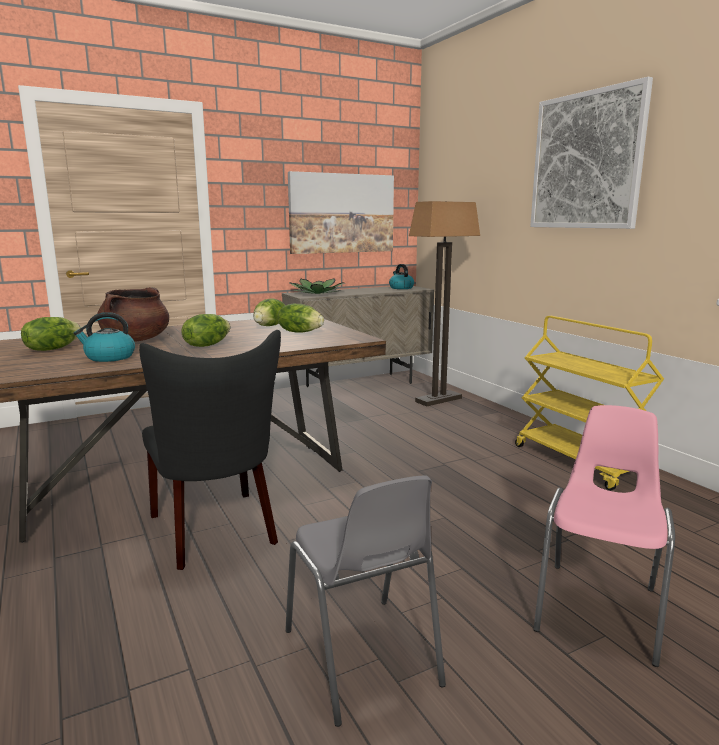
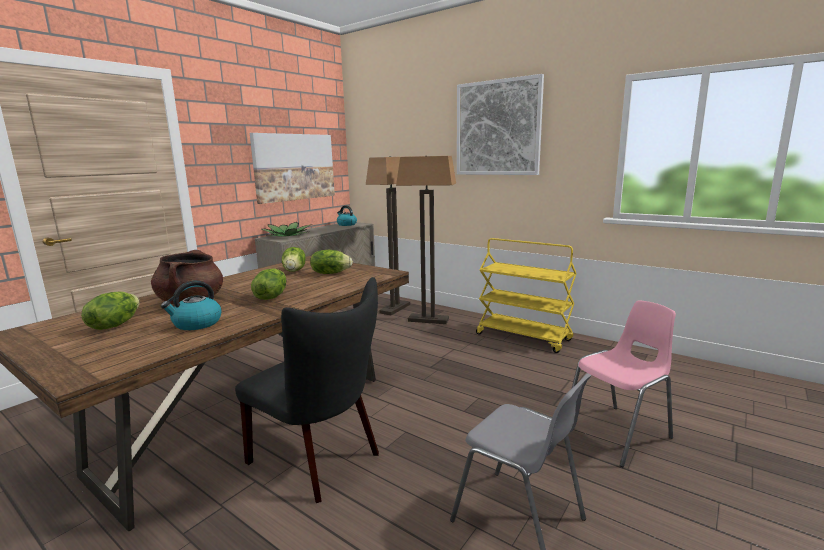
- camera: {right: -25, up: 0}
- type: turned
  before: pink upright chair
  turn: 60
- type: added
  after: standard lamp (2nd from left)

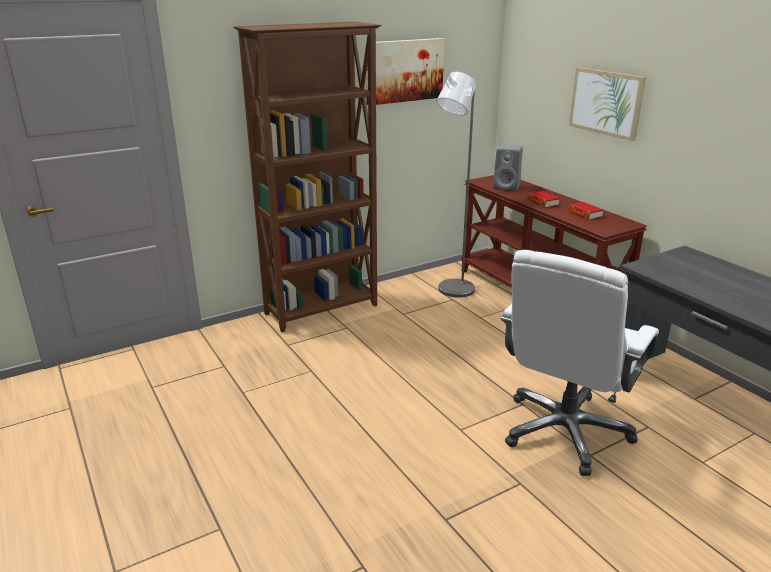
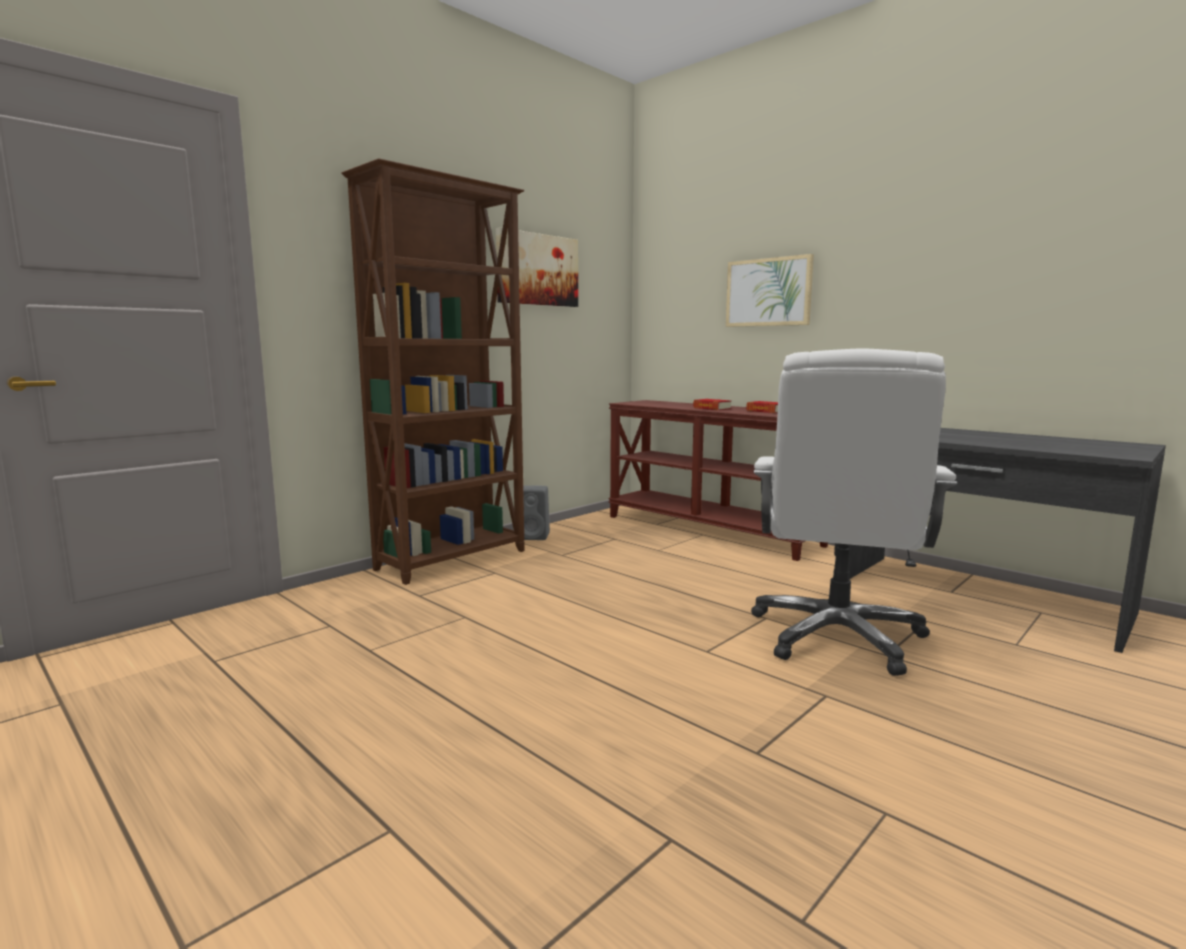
- camera: {right: -15, up: -15}
- type: removed
  before: grey standard lamp
- type: moved
  before: grey speaker

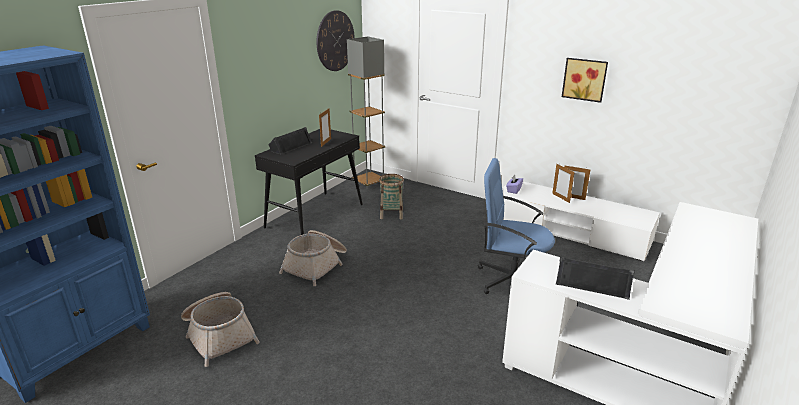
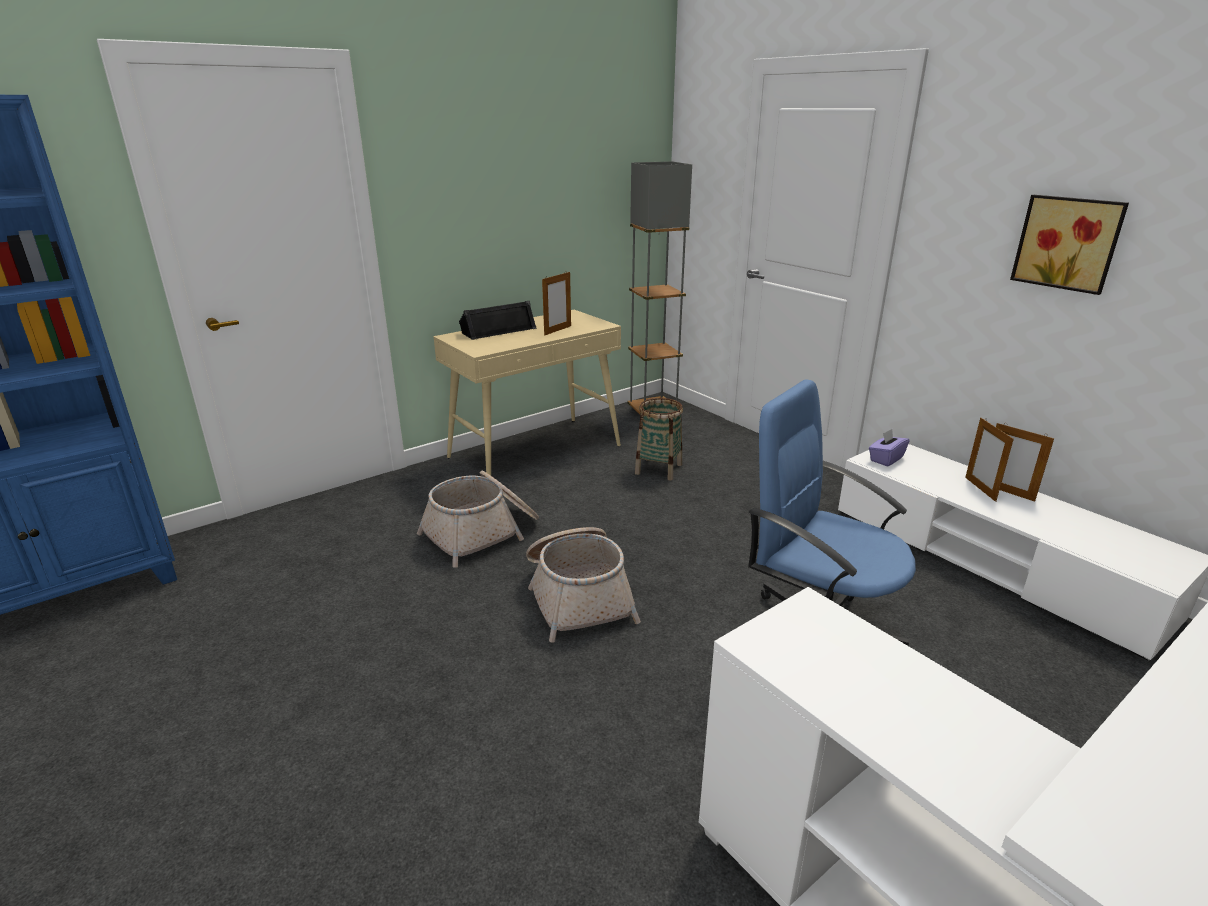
- camera: {right: 20, up: 0}
- type: moved
  before: storage basket (1st from left in the first image)
  after: storage basket (2nd from left)
- type: recoloured
  before: blackish narrow table
  after: beige-coloured narrow table
- type: removed
  before: hanging clock
- type: removed
  before: blackish speaker (2nd from left)

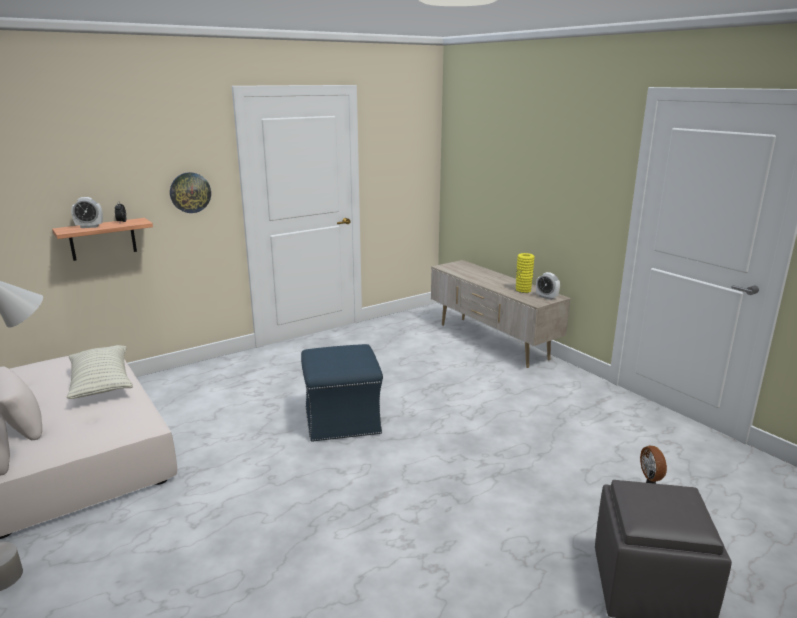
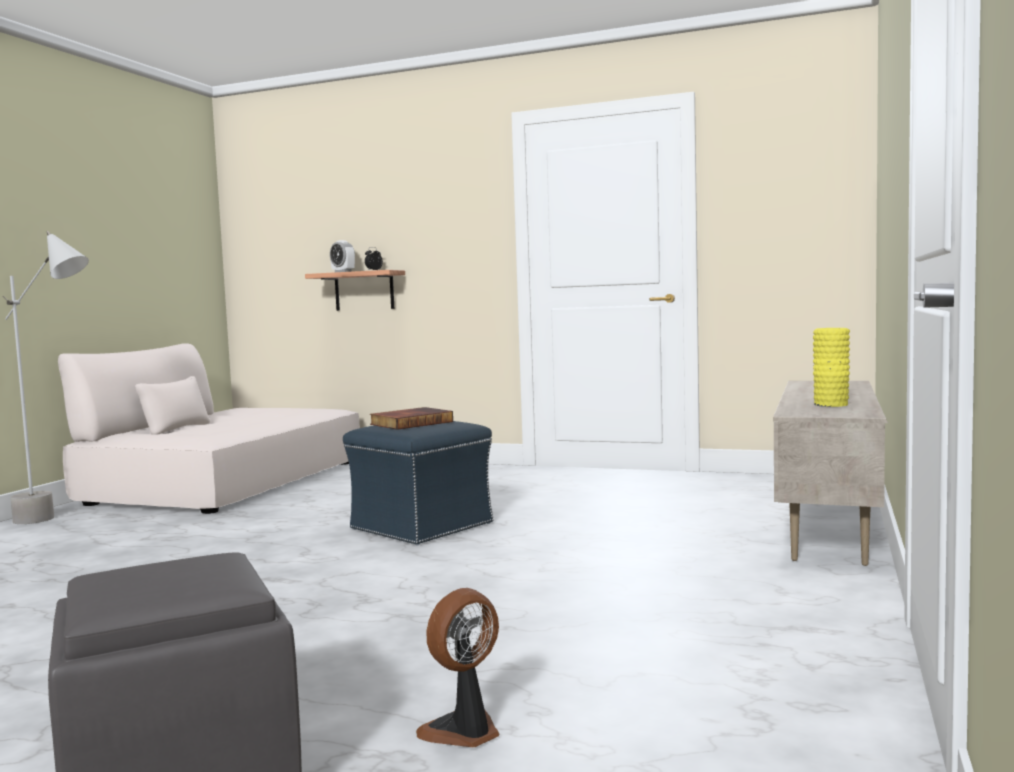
- camera: {right: 55, up: -15}
- type: removed
  before: throw pillow
- type: removed
  before: hanging clock
- type: removed
  before: table clock (3rd from left)
- type: added
  after: book

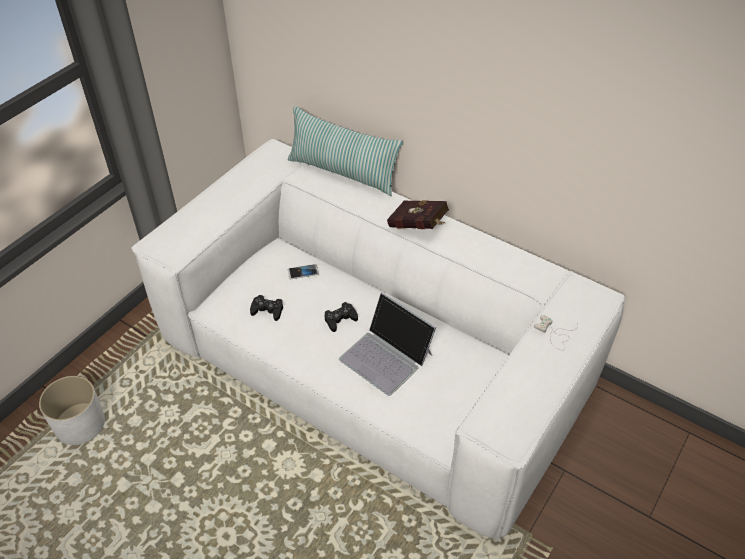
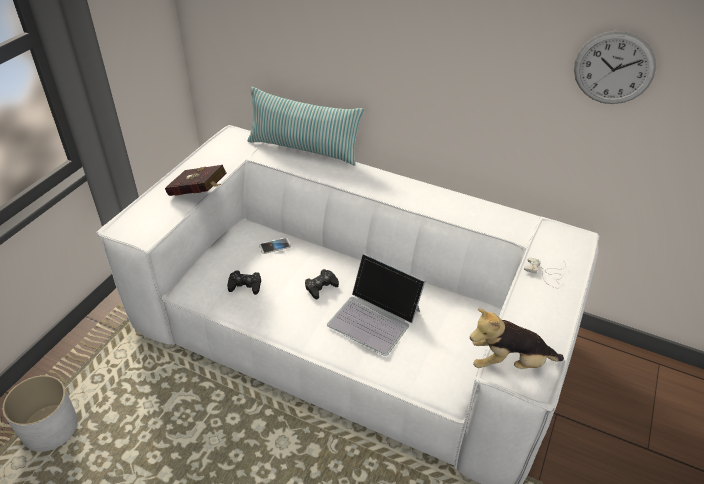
- camera: {right: -10, up: -5}
- type: moved
  before: red book
- type: added
  after: cuddly toy
- type: added
  after: hanging clock

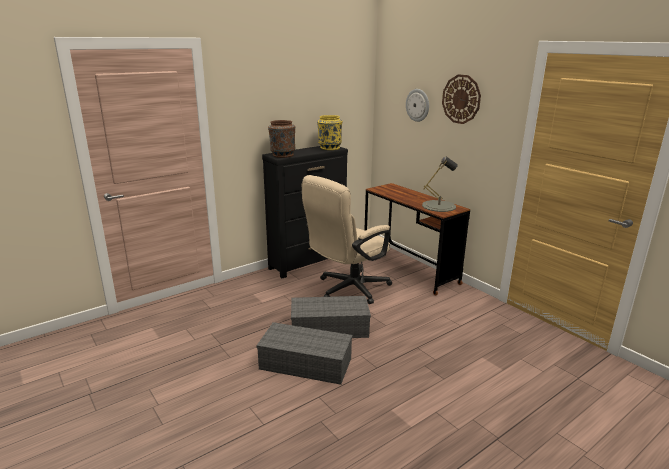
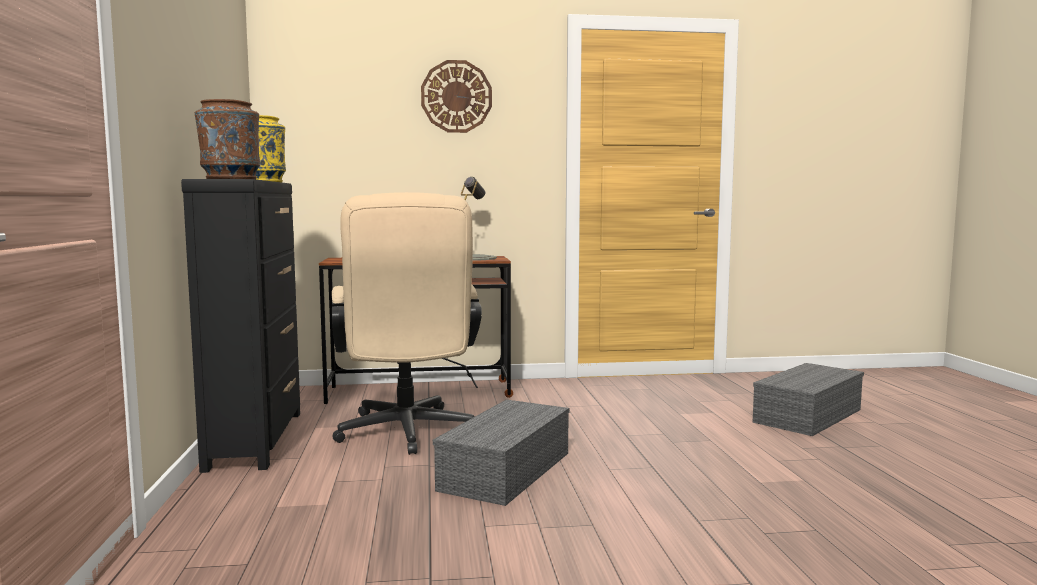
- camera: {right: -60, up: -15}
- type: moved
  before: grey storage box (1st from left in the first image)
  after: grey storage box (2nd from left)
- type: removed
  before: hanging clock (1st from left)

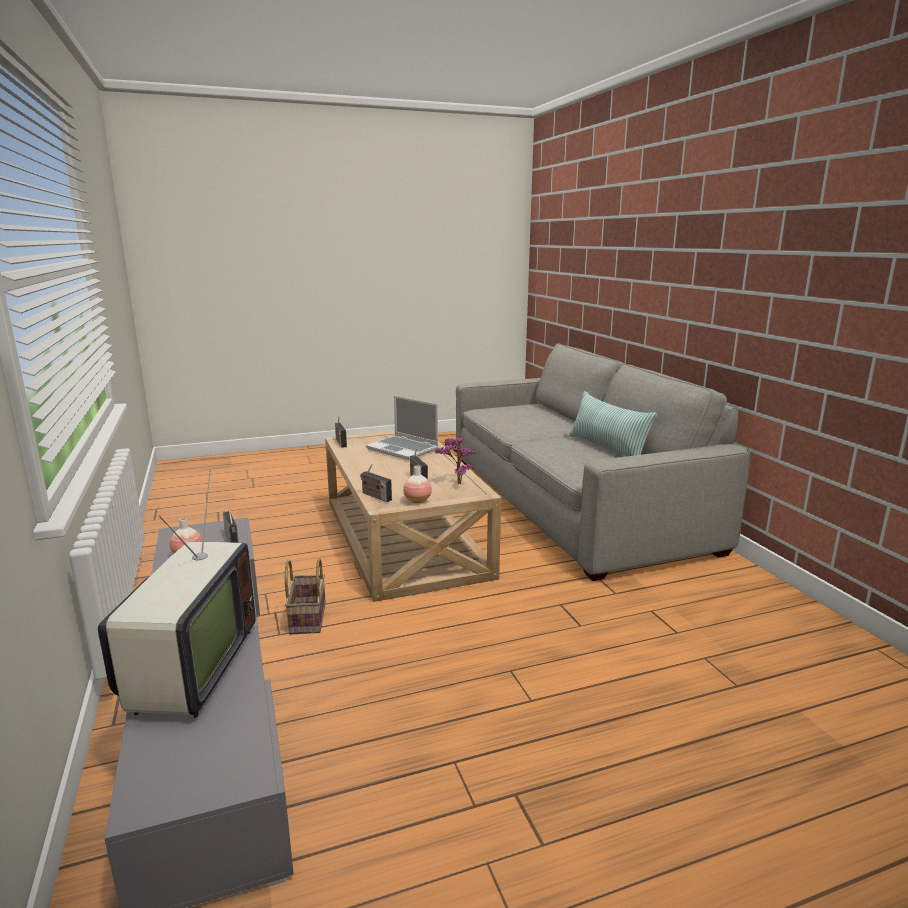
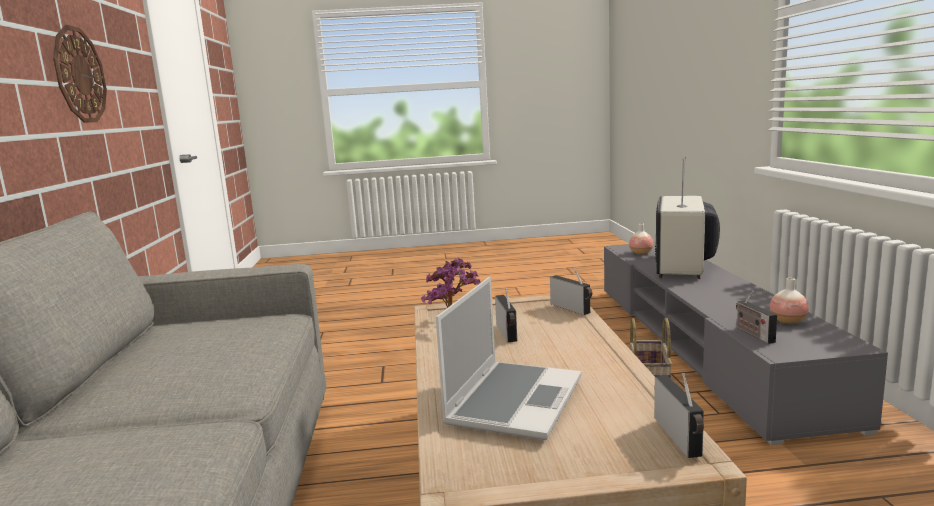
- camera: {right: -165, up: -5}
- type: turned
  before: portable computer
  turn: 60
- type: moved
  before: decorative vase (2nd from left in the first image)
  after: decorative vase (1st from left)
- type: removed
  before: throw pillow
- type: added
  after: hanging clock

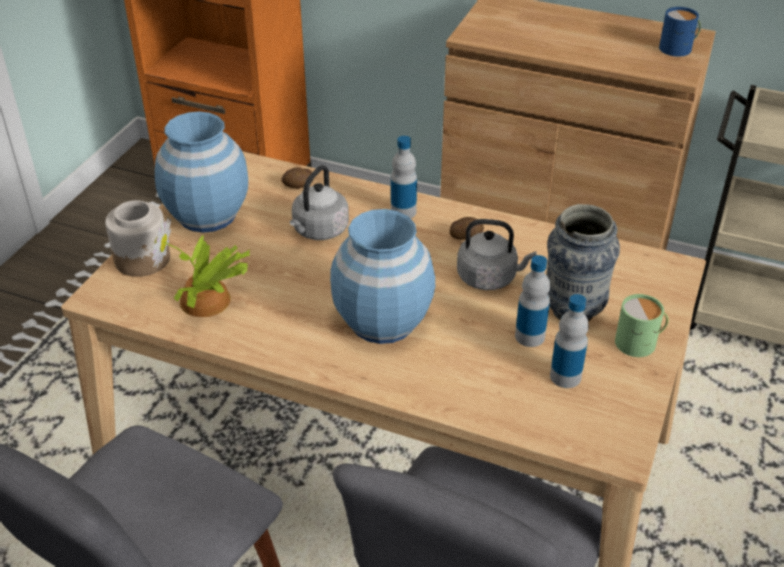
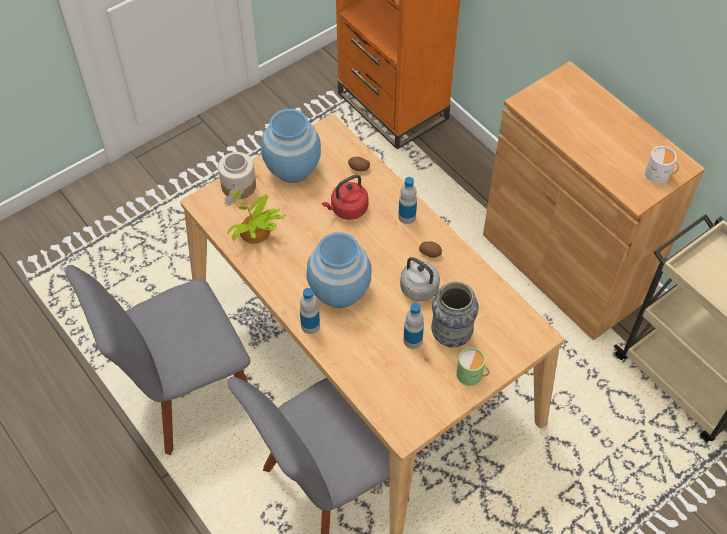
- camera: {right: 30, up: 15}
- type: recoloured
  before: grey kettle (1st from left)
  after: red kettle
- type: moved
  before: drink bottle (3rd from left in the first image)
  after: drink bottle (1st from left)
- type: recoloured
  before: blue-coloured coffee mug
  after: white-coloured coffee mug

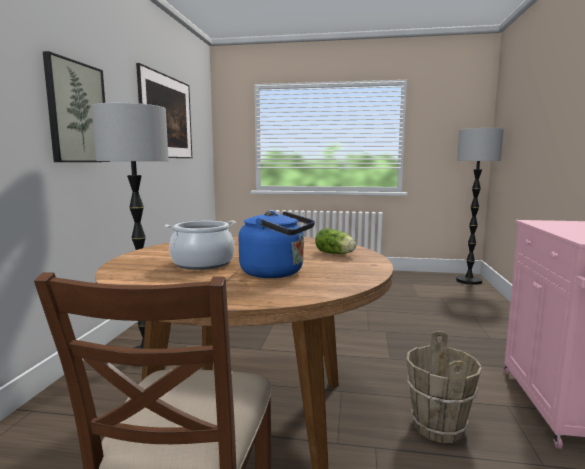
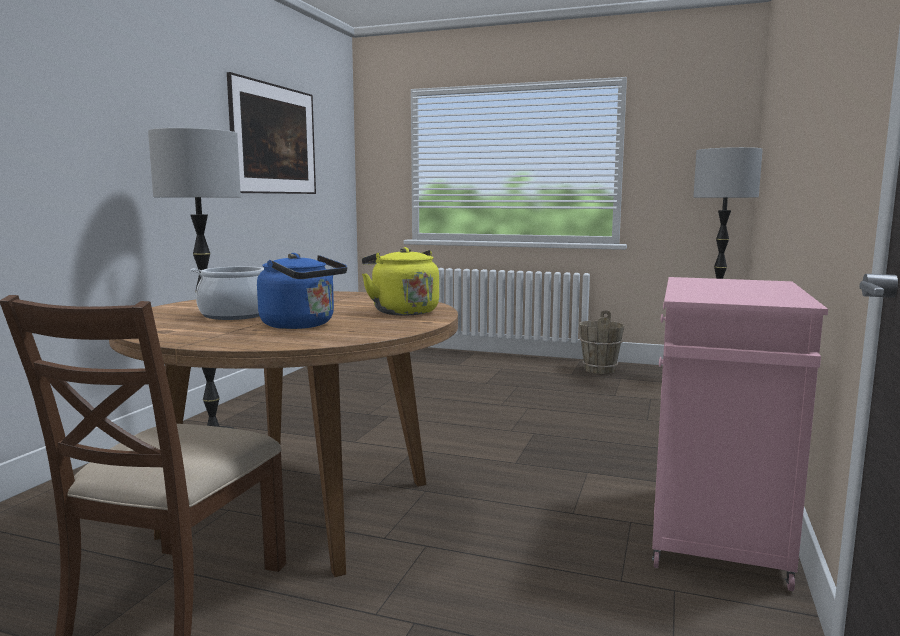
- camera: {right: 10, up: 0}
- type: removed
  before: wall picture (1st from left)
- type: replaced
  before: head of lettuce
  after: yellow kettle
- type: moved
  before: brown-coloured water bucket

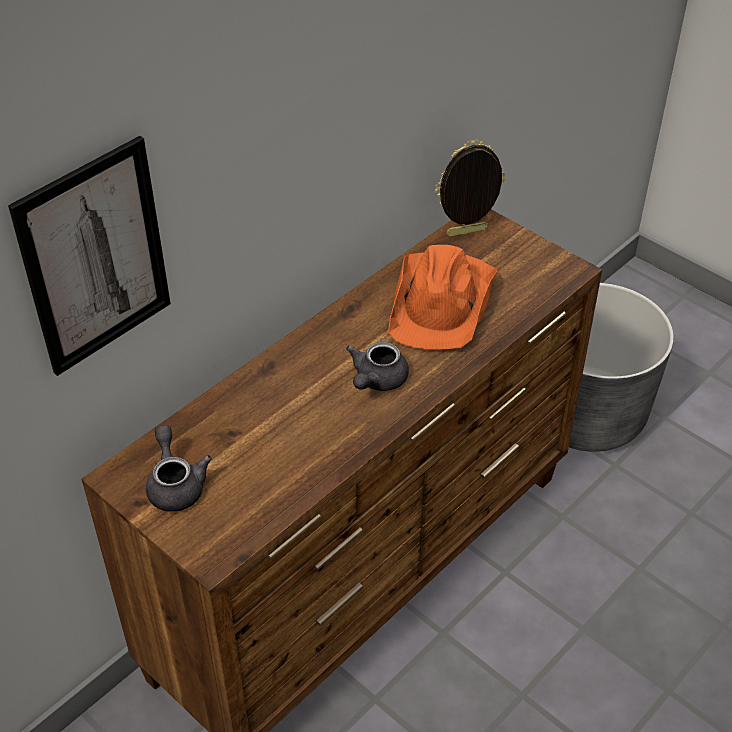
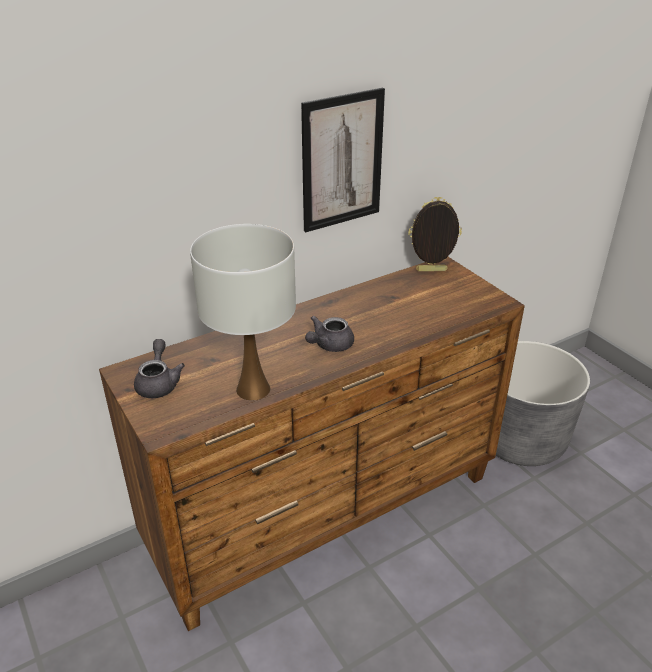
- camera: {right: 15, up: -10}
- type: moved
  before: wall picture
- type: removed
  before: orange clothing hat
- type: added
  after: white-coloured lamp for a table

